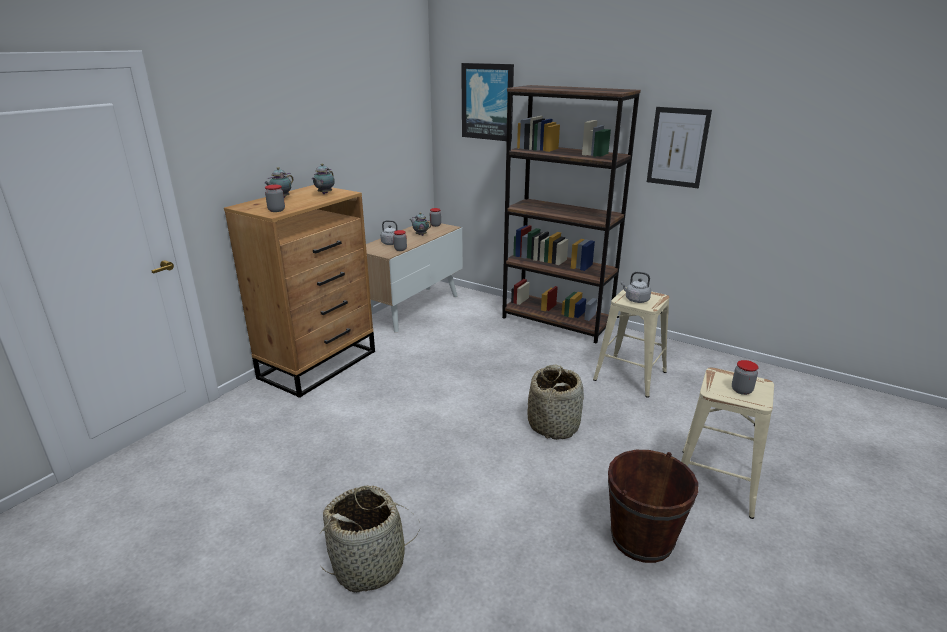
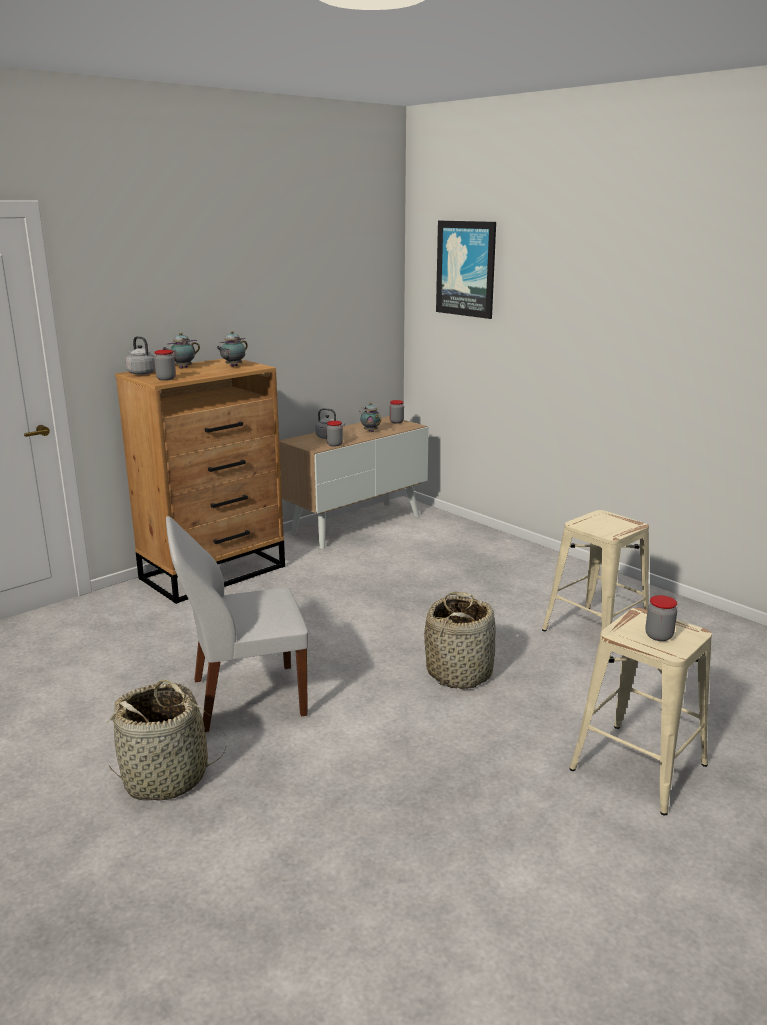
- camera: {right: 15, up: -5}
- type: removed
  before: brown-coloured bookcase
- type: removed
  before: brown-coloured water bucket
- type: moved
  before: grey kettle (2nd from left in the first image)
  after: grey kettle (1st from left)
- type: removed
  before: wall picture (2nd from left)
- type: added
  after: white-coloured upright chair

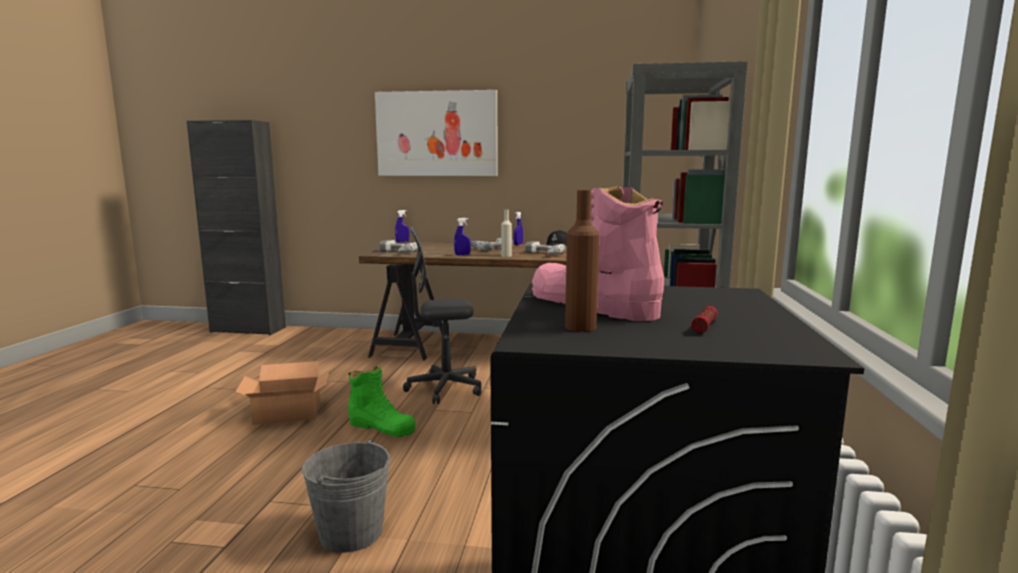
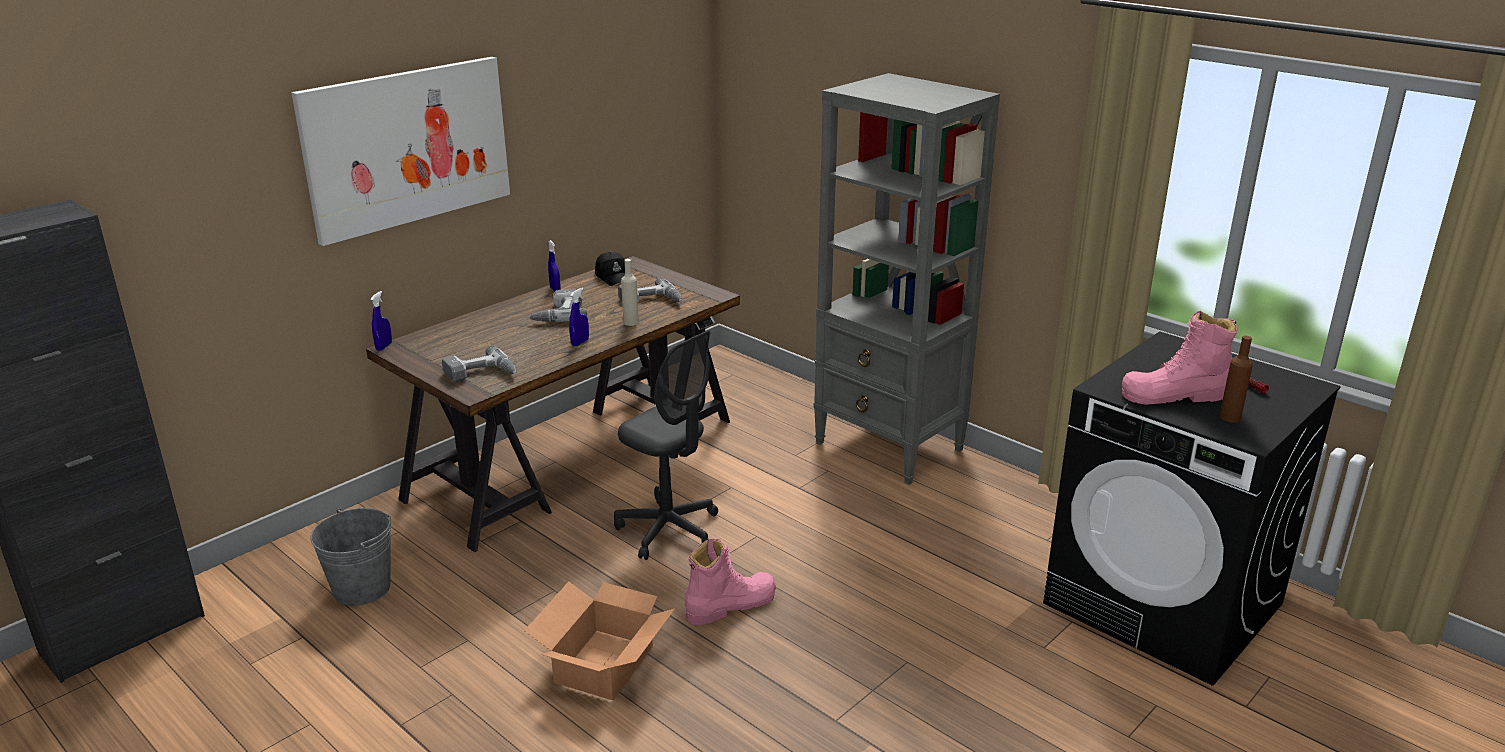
- camera: {right: -55, up: 15}
- type: moved
  before: grey water bucket
- type: recoloured
  before: green boot
  after: pink boot (1st from left)
- type: turned
  before: grey computer chair
  turn: -75

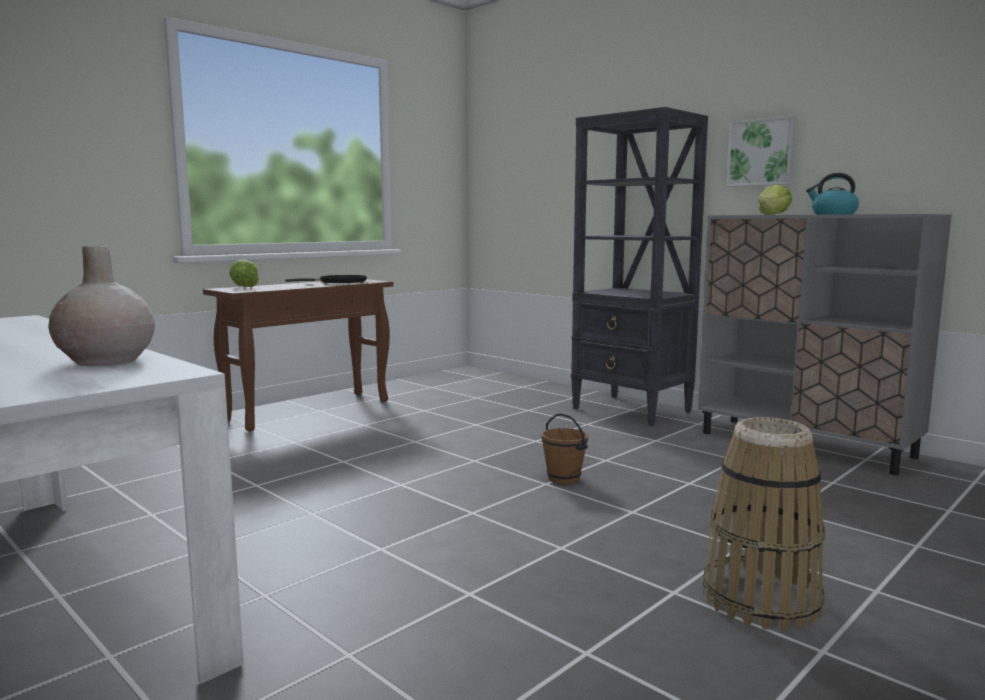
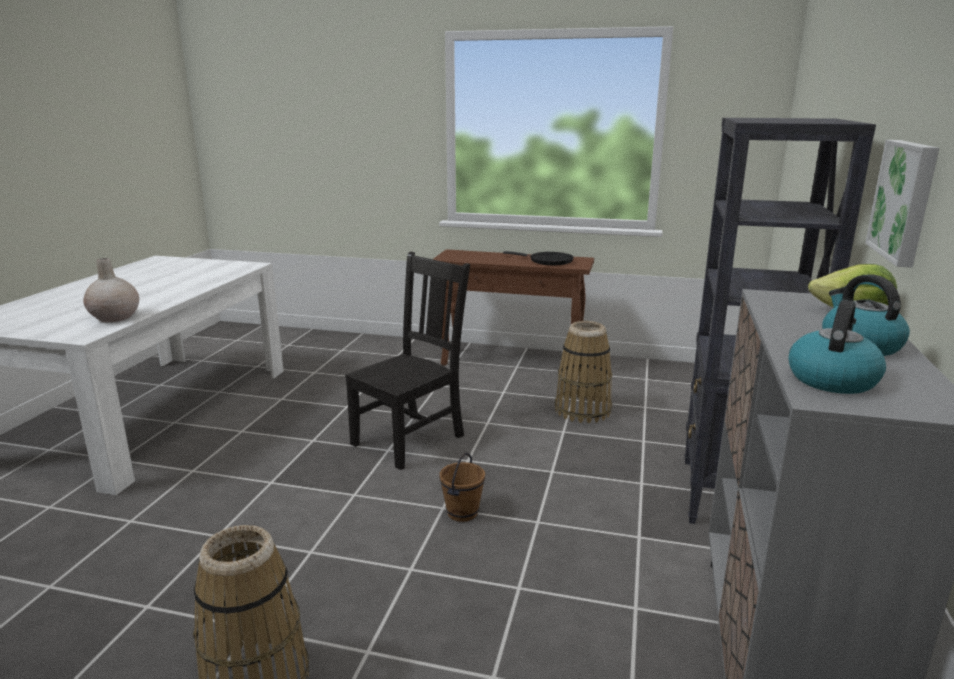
- camera: {right: 60, up: 10}
- type: removed
  before: head of lettuce (1st from left)
- type: added
  after: blackish upright chair
- type: added
  after: storage basket (2nd from left)
- type: added
  after: kettle (1st from left)

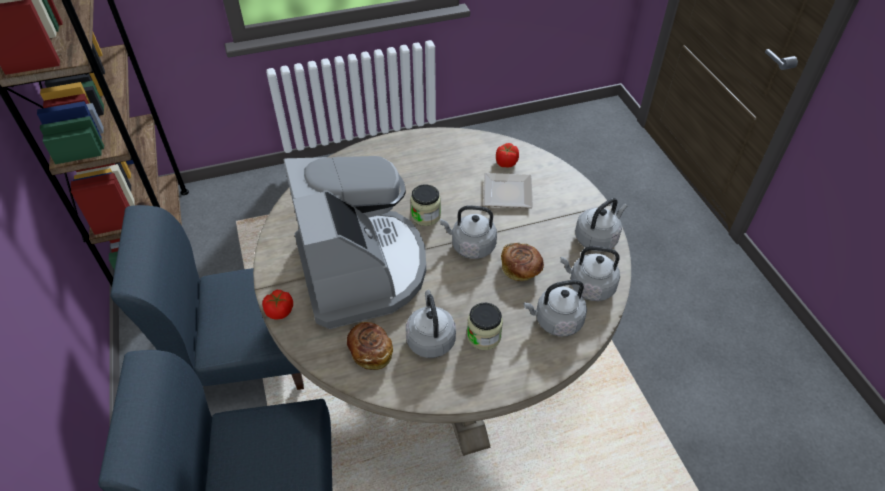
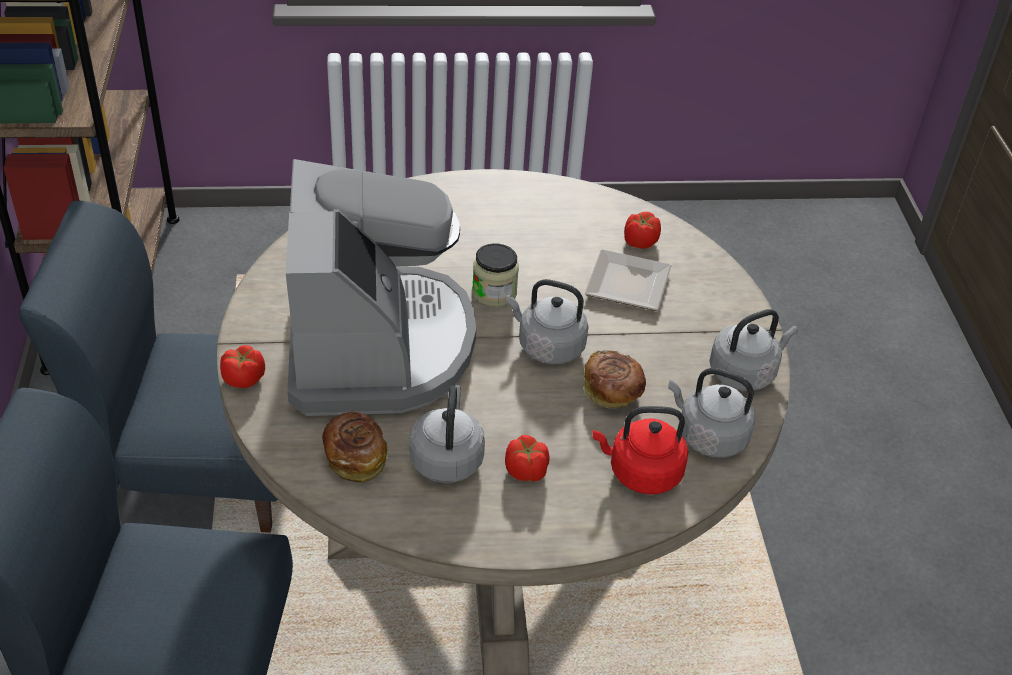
- camera: {right: 10, up: -5}
- type: replaced
  before: jar (2nd from left)
  after: whole tomato (2nd from left)
- type: recoloured
  before: grey kettle (3rd from left)
  after: red kettle

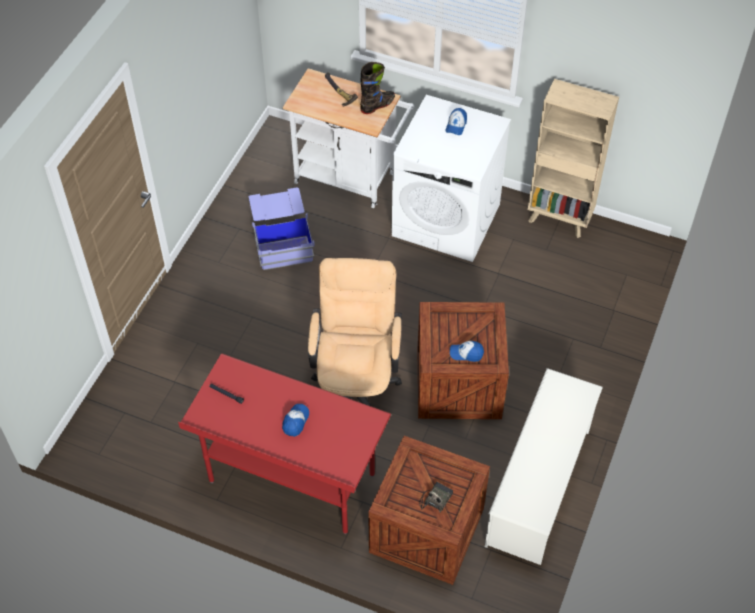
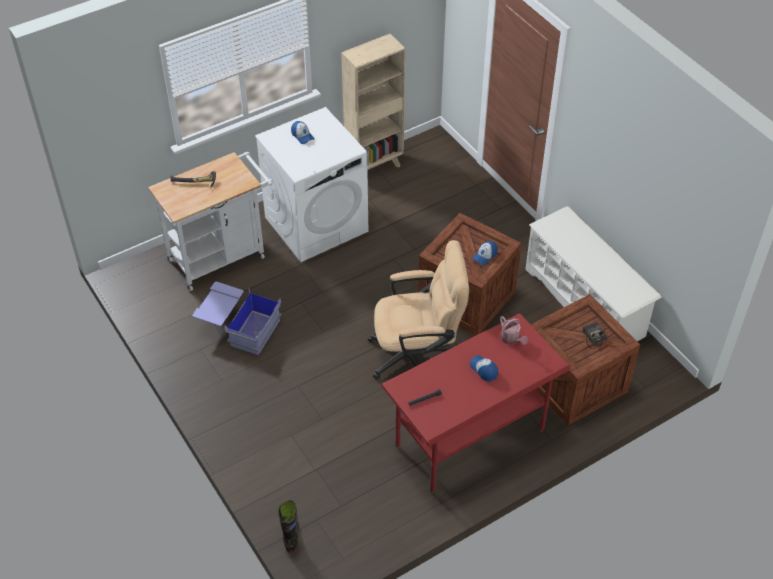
- camera: {right: -55, up: -5}
- type: turned
  before: beige-coloured computer chair
  turn: 135
- type: moved
  before: blackish boot
- type: added
  after: sprinkling can

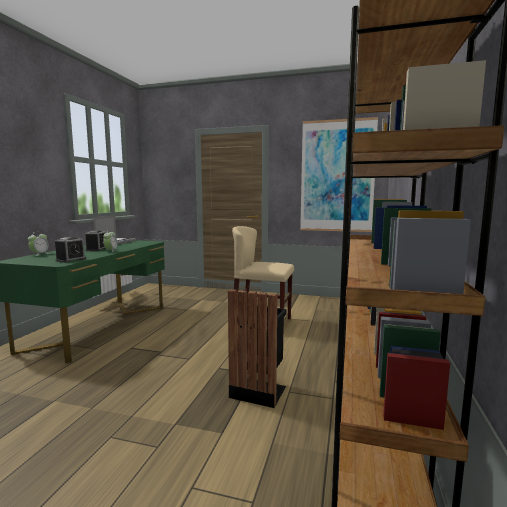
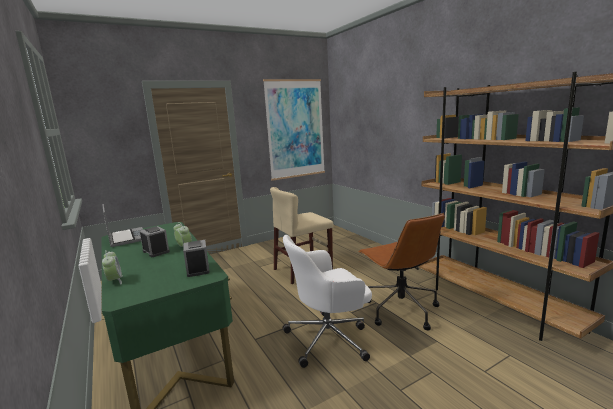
- camera: {right: -45, up: 5}
- type: replaced
  before: blackish rubbish bin
  after: brown-coloured computer chair
- type: added
  after: white-coloured computer chair

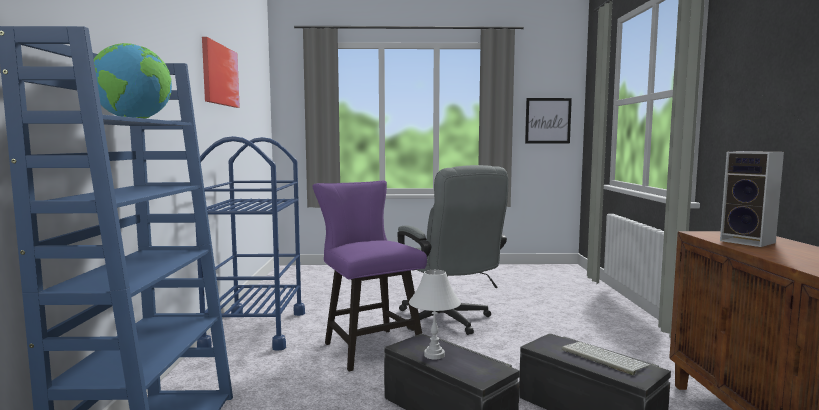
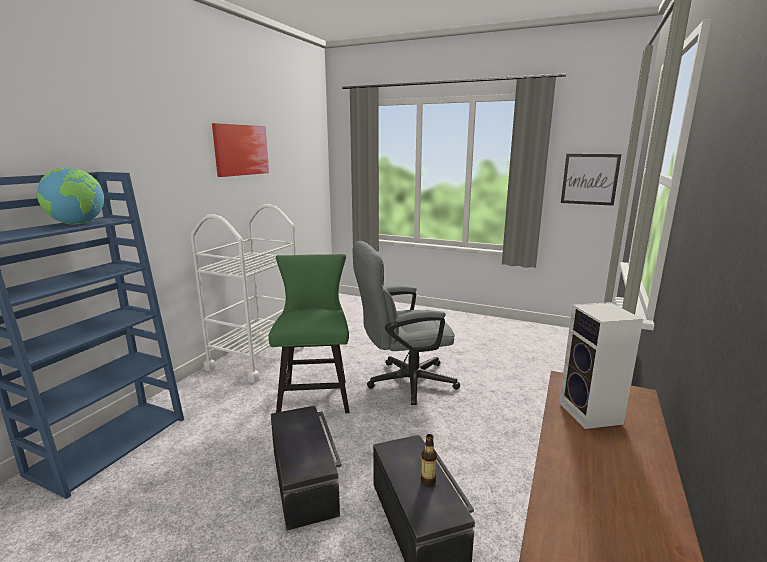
- camera: {right: 25, up: 10}
- type: recoloured
  before: blue-coloured trolley
  after: white-coloured trolley
- type: recoloured
  before: purple upright chair
  after: green upright chair
- type: turned
  before: grey computer chair
  turn: 75
- type: removed
  before: white-coloured lamp for a table
- type: replaced
  before: keyboard
  after: drink bottle

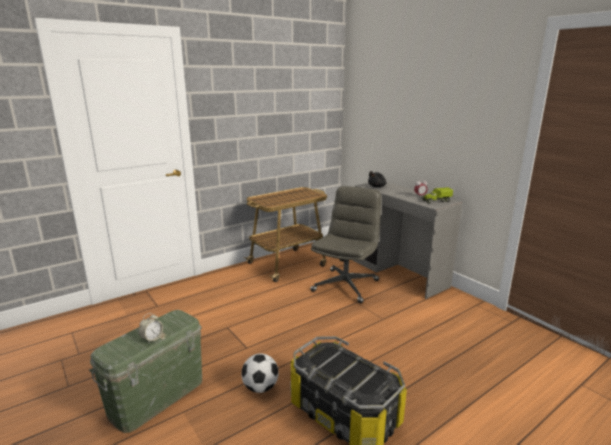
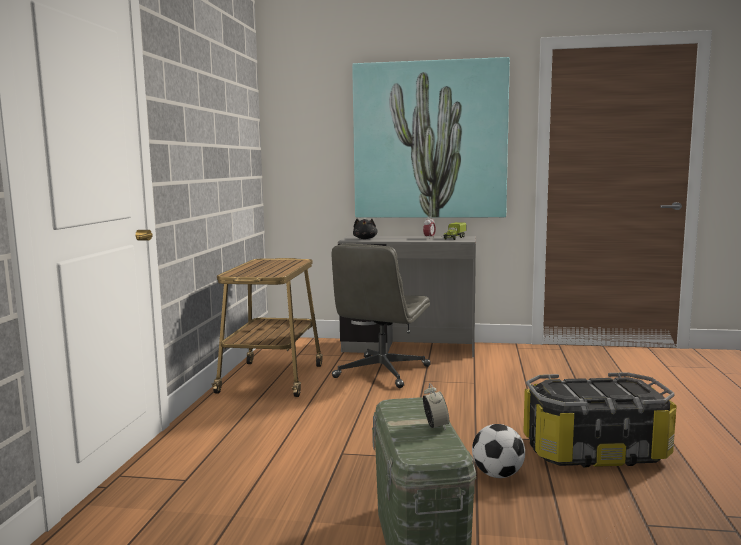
- camera: {right: -45, up: -10}
- type: turned
  before: grey computer chair
  turn: -135
- type: added
  after: wall picture

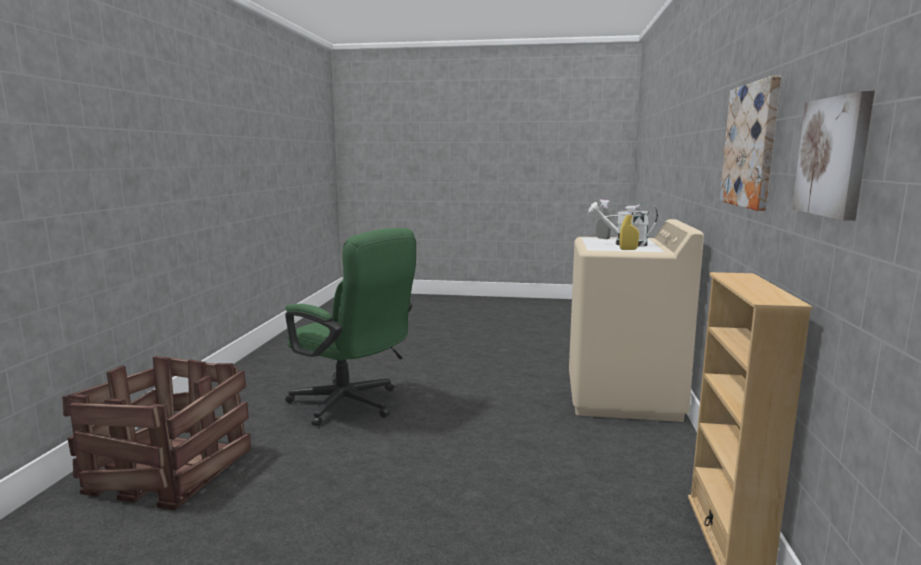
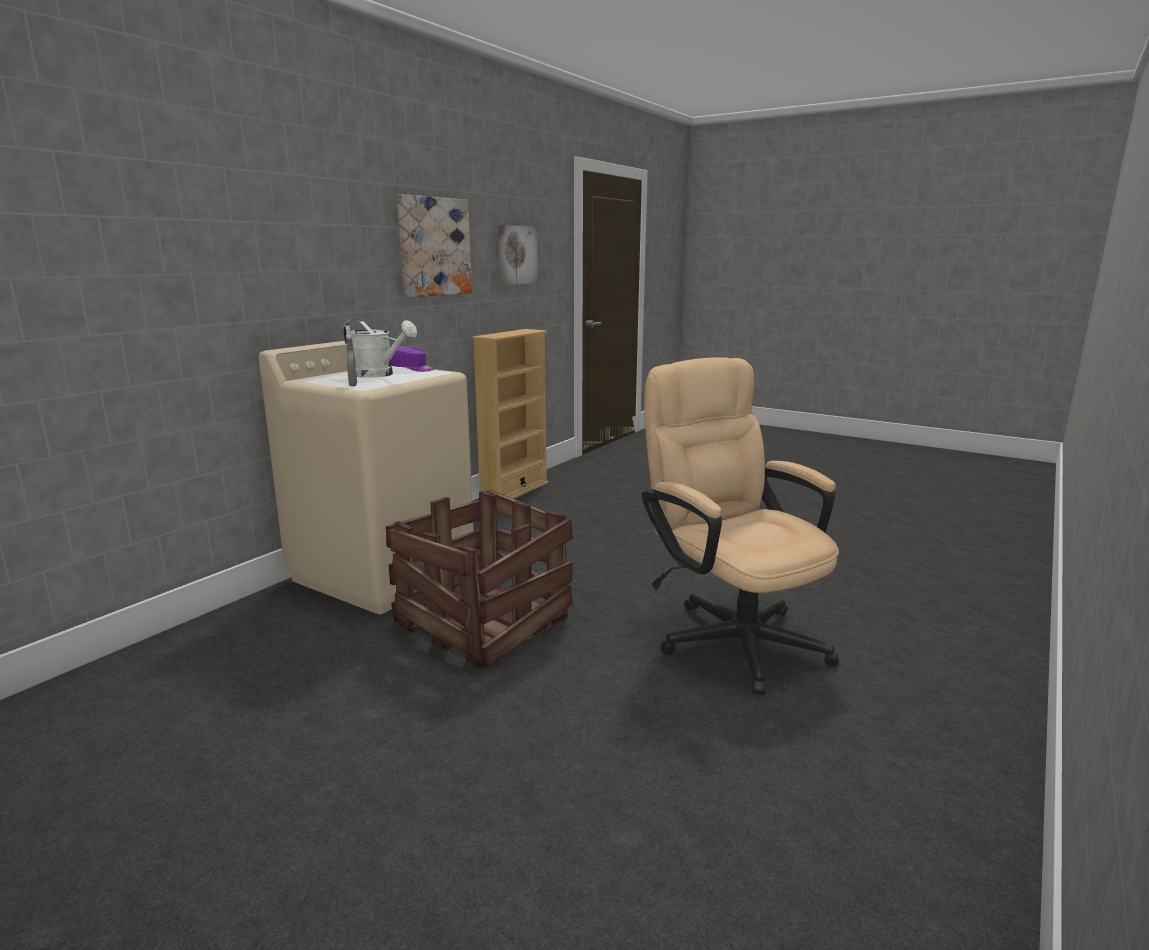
- camera: {right: -155, up: 5}
- type: moved
  before: crate
- type: recoloured
  before: green computer chair
  after: beige-coloured computer chair
- type: replaced
  before: yellow hand sprayer
  after: purple baseball cap

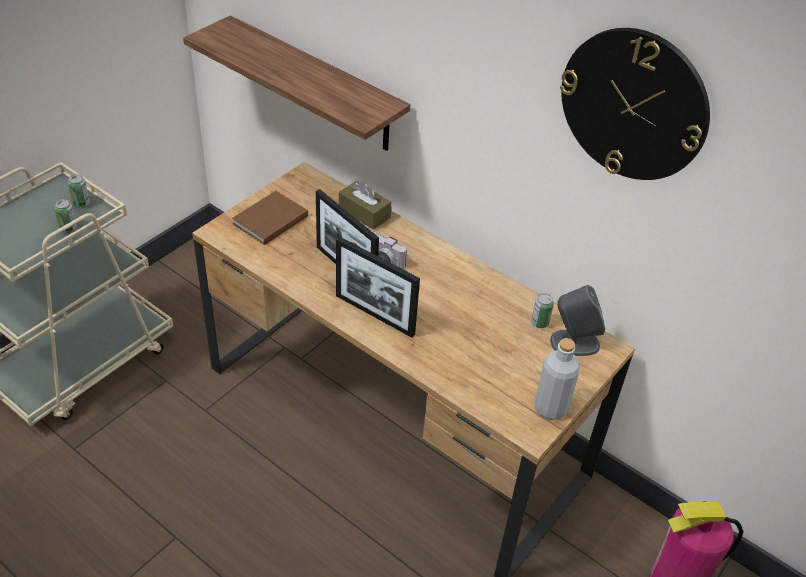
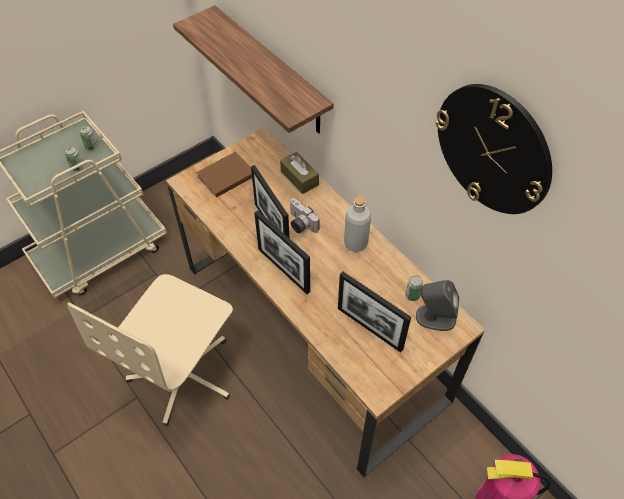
- camera: {right: 15, up: 10}
- type: moved
  before: grey drink bottle
- type: added
  after: beige-coloured computer chair
- type: added
  after: picture frame (3rd from left)

